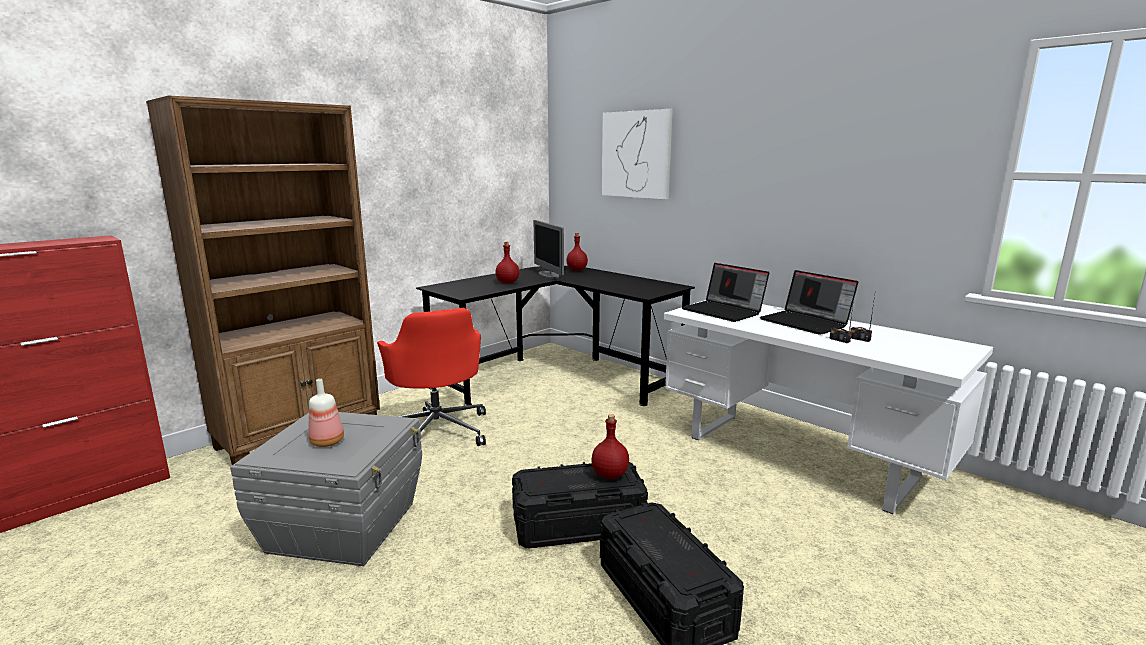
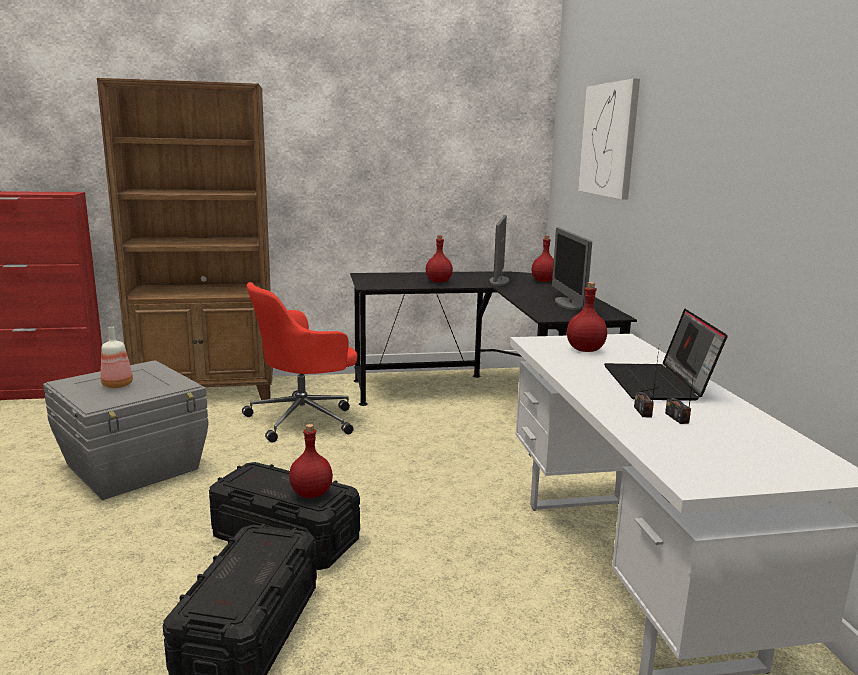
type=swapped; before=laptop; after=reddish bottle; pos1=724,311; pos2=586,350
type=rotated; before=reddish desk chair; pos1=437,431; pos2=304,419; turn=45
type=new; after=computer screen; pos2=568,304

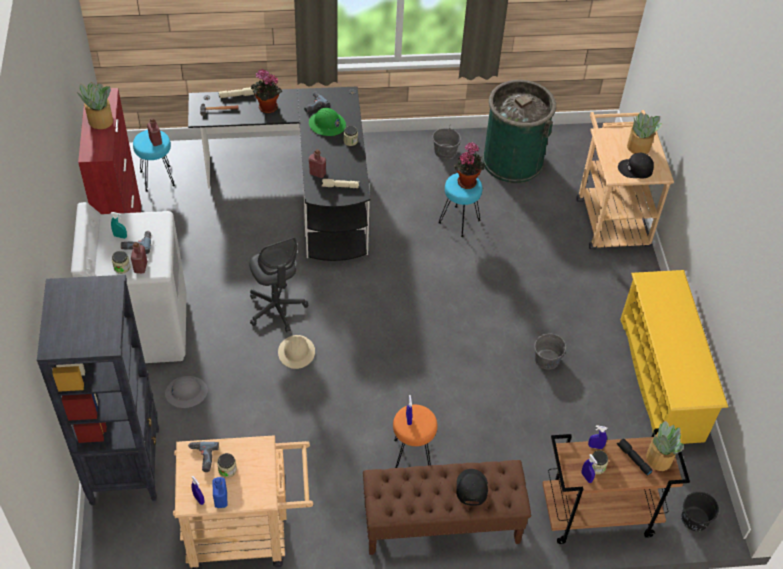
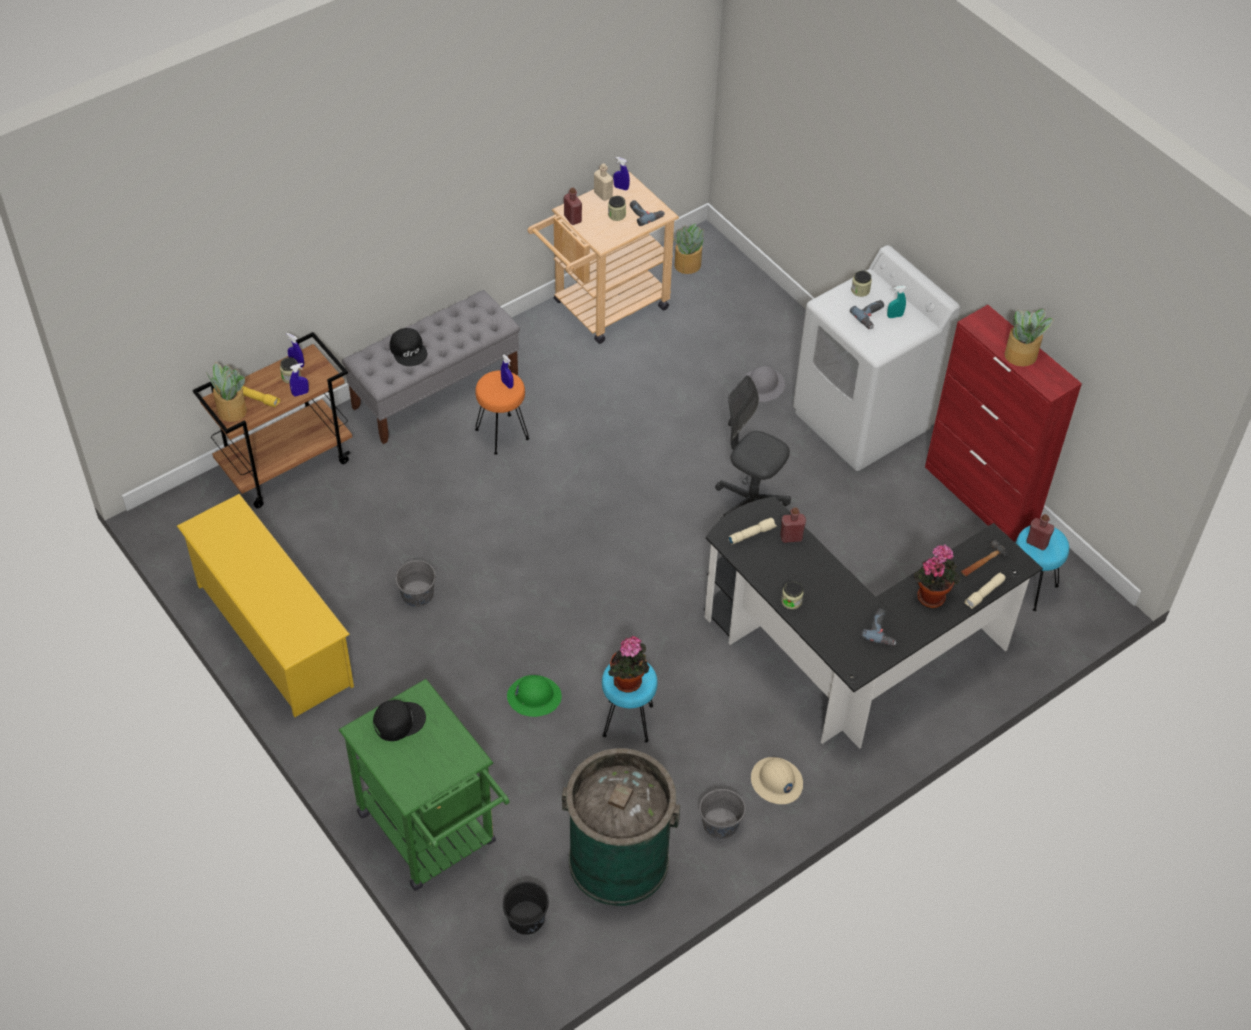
type=shifted; before=green-coloured hard hat; pos1=327,125; pos2=534,696
type=repainted; before=sand-coloured wheeled cart; after=green-coloured wheeled cart; pos1=610,216; pos2=433,836
type=shifted; before=houseplant; pos1=639,147; pos2=687,265
type=shifted; before=reddish bottle; pos1=140,267; pos2=572,219
type=gone; before=blackish shelving unit; pos1=126,465
type=shifted; before=sand-coloured hard hat; pos1=296,352; pos2=776,782
type=repainted; before=blackish flashlight; after=yellow flashlight; pos1=633,459; pos2=258,398
type=repainted; before=brown-coloured bench; after=gray bench; pos1=441,524; pos2=436,390
type=repainted; before=bluish bottle; after=sand-coloured bottle; pos1=221,499; pos2=603,195
type=shifted; before=blackish bucket; pos1=694,519; pos2=526,918

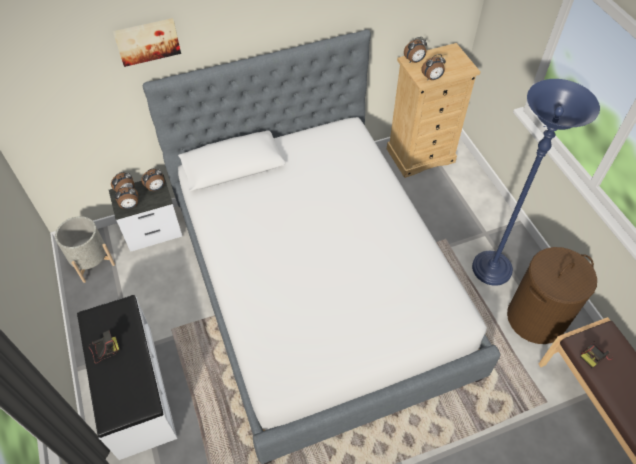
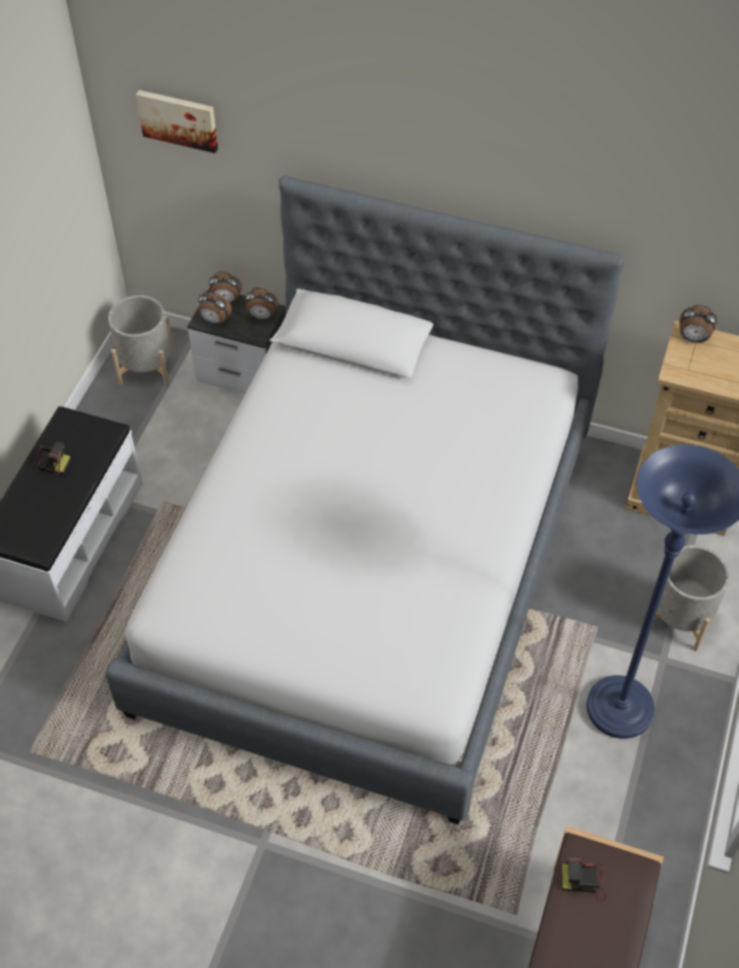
type=shifted; before=wall picture; pos1=147,41; pos2=178,119
type=gone; before=bedside clock; pos1=432,78
type=gone; before=brown-coloured laundry basket; pos1=536,318
type=new; after=gray plant pot; pos2=680,617

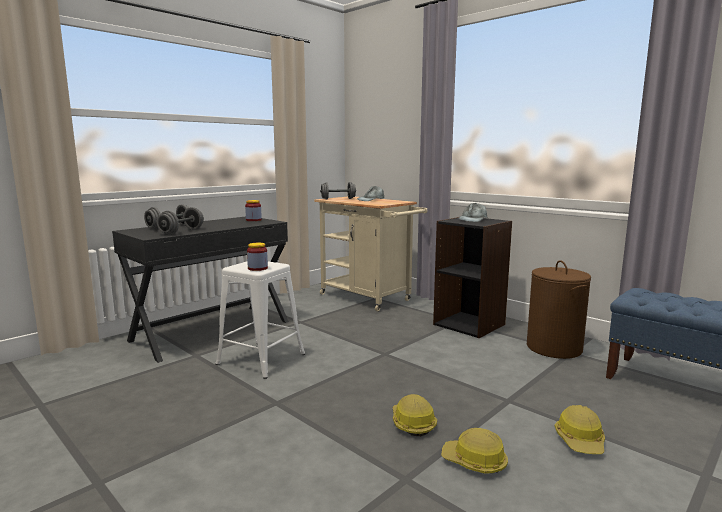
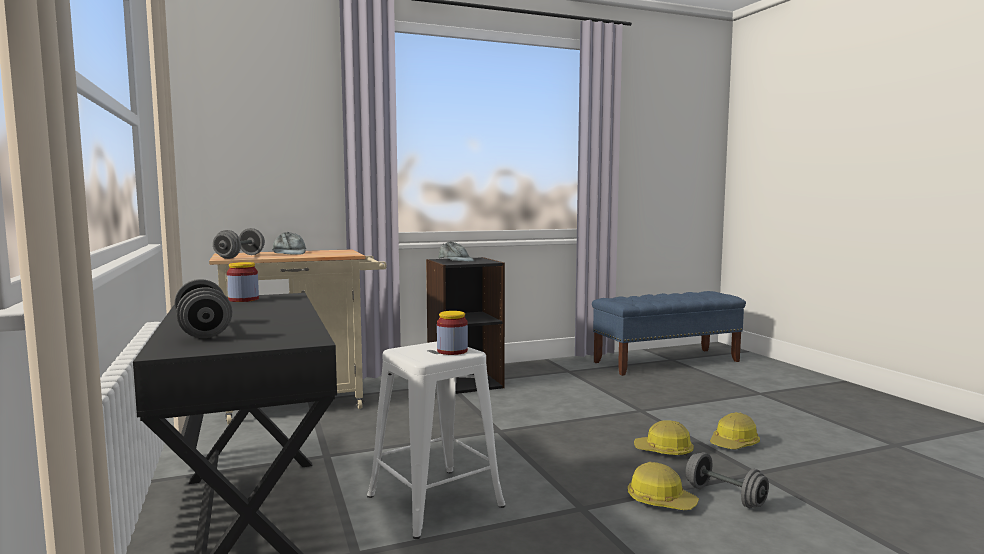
type=shifted; before=gray free weight; pos1=181,232; pos2=725,496
type=gone; before=brown-coloured laundry basket; pos1=554,348
type=shifted; before=hard hat; pos1=580,440; pos2=660,501

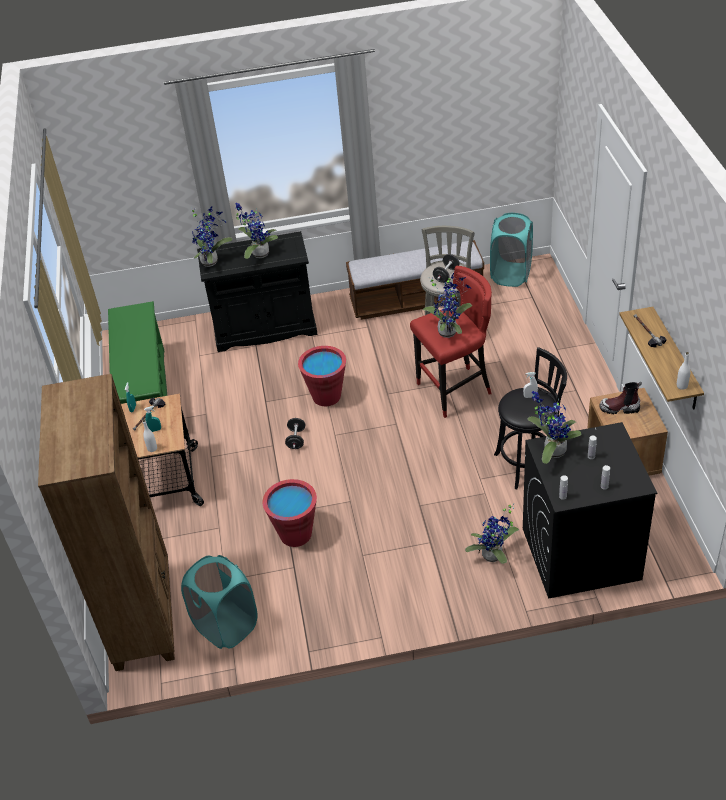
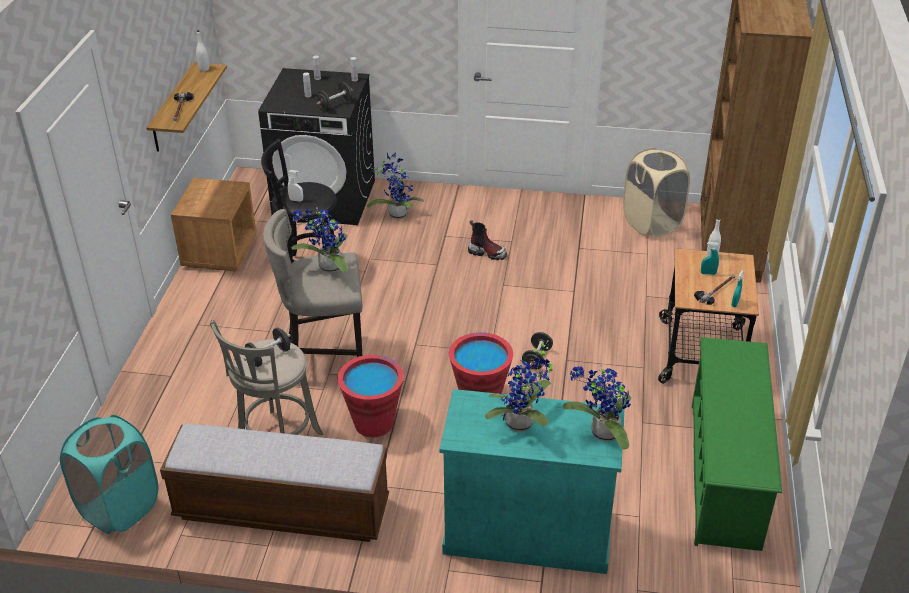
type=repainted; before=blackish storage cabinet; after=turquoise storage cabinet; pos1=265,328; pos2=528,533
type=repainted; before=reddish stool; after=gray stool; pos1=455,390; pos2=325,361
type=shifted; before=boot; pos1=619,408; pos2=487,253
type=swapped; before=houseplant; after=blackish free weight; pos1=552,450; pos2=335,105
type=shifted; before=reddish bucket; pos1=295,534; pos2=373,423
type=repainted; before=turquoise laundry basket; after=sand-coloured laundry basket; pos1=226,626; pos2=652,223

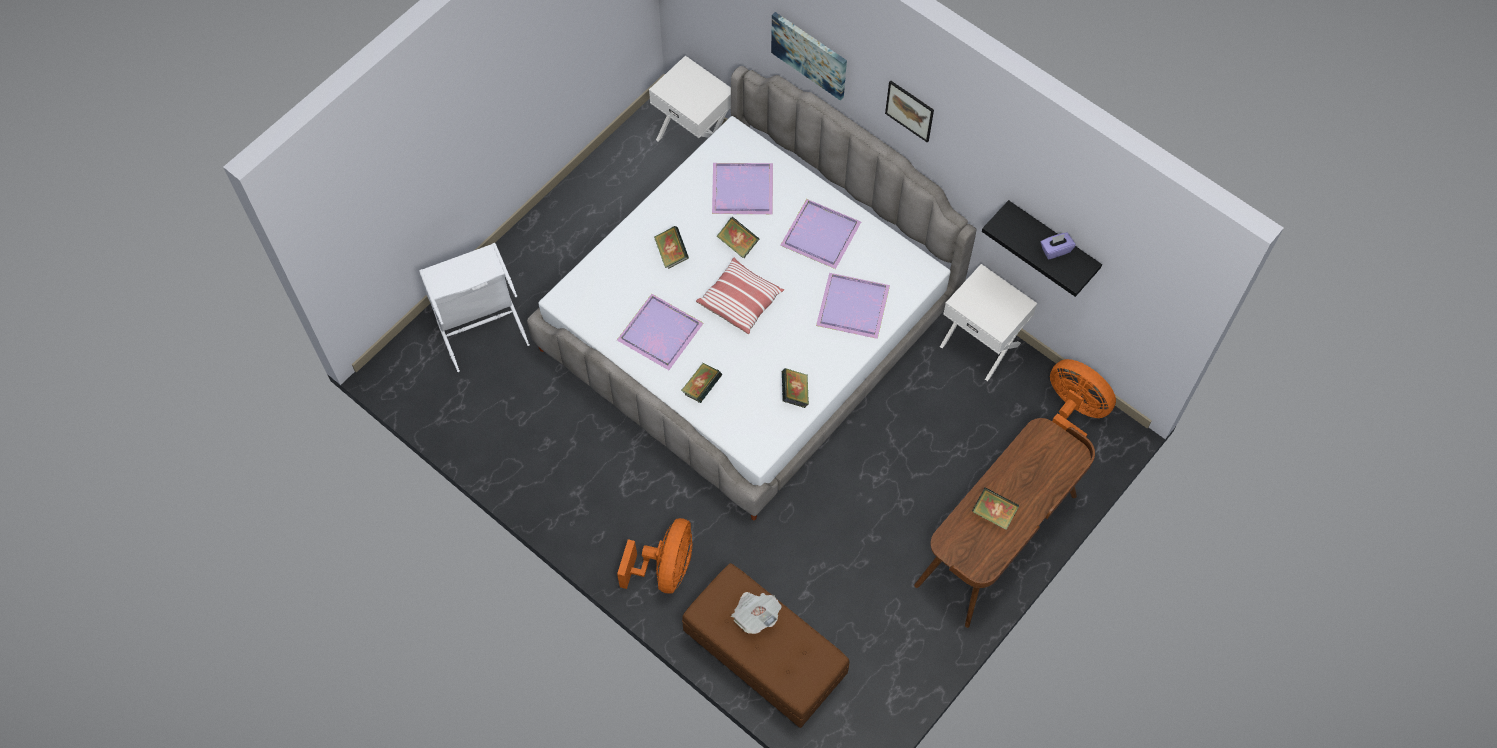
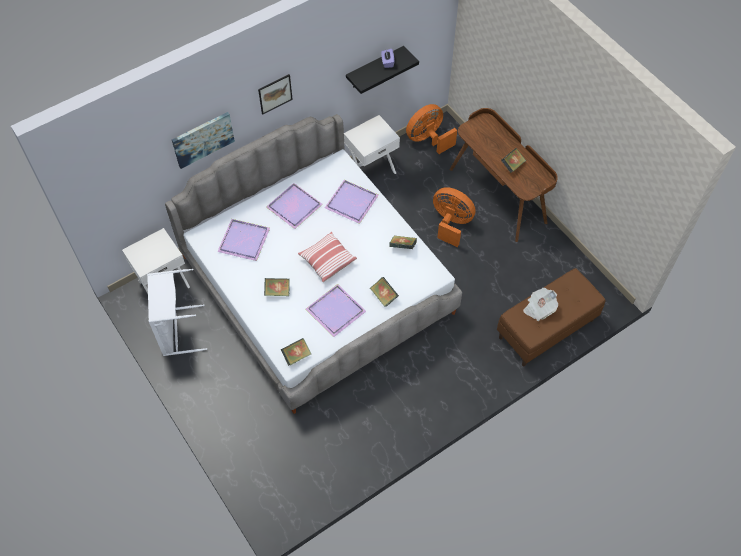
type=shifted; before=book; pos1=738,244; pos2=296,355
type=shifted; before=white-coloured laundry basket; pos1=480,325; pos2=177,331
type=shifted; before=orange-coloured fan; pos1=665,569; pos2=451,223

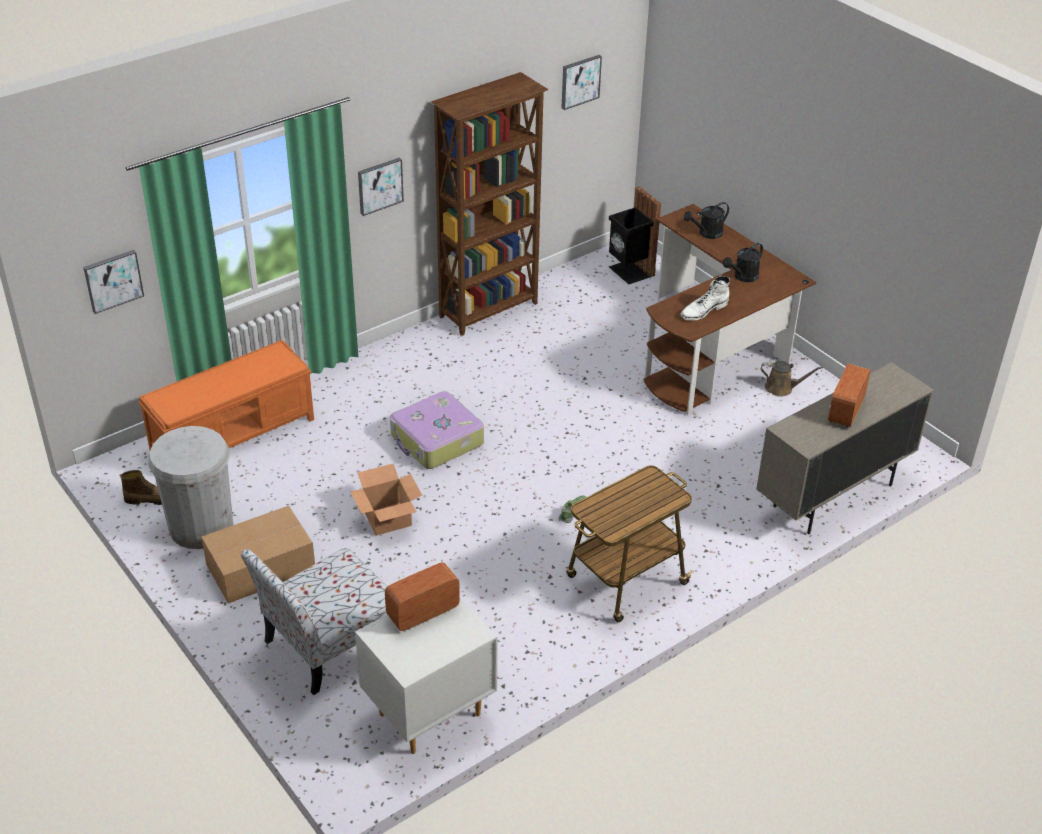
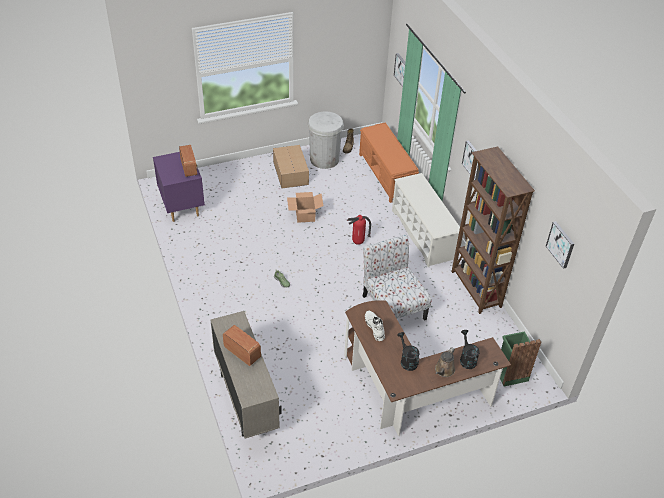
type=repainted; before=blackish waste bin; after=green-coloured waste bin; pos1=629,272; pos2=510,373
type=shifted; before=brown-coloured watering pot; pos1=781,388; pos2=444,371
type=swapped; before=travel case; after=fire extinguisher; pos1=436,440; pos2=358,243
type=gone; before=wheeled cart; pos1=625,581
type=shifted; before=chair; pos1=329,644; pos2=393,306
type=repainted; before=white-coloured night table; after=purple-coloured night table; pos1=429,714; pos2=182,207
type=new; after=white-coloured shoe stand; pos2=422,234

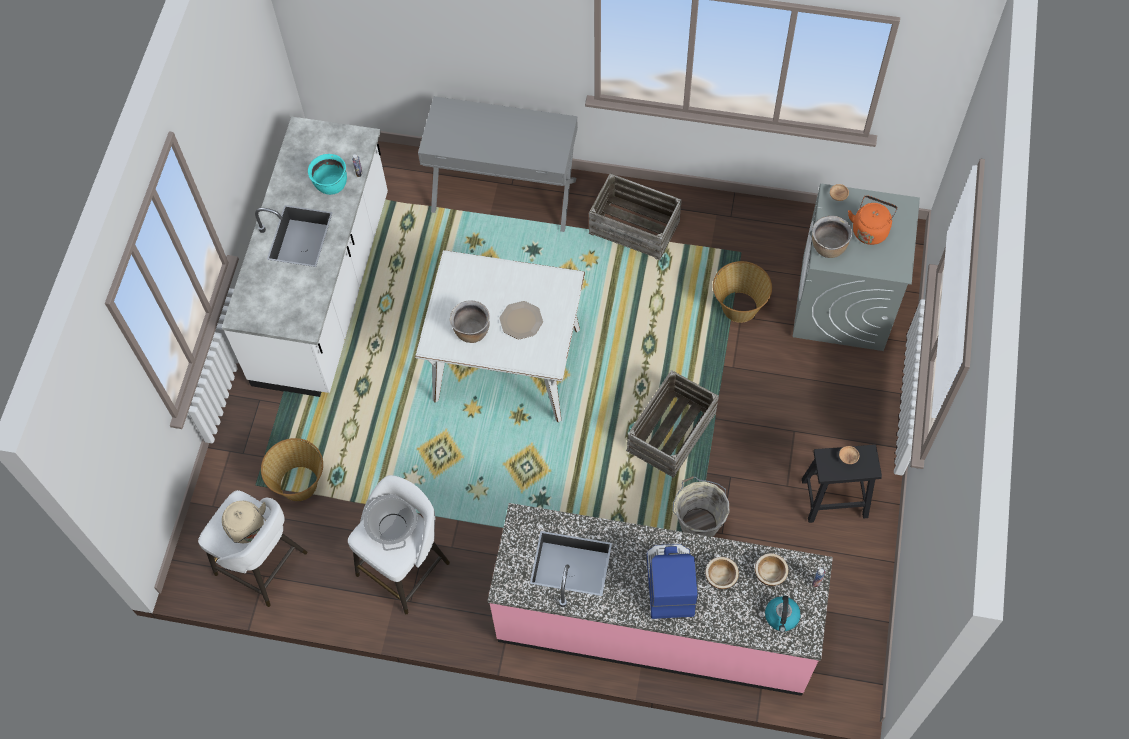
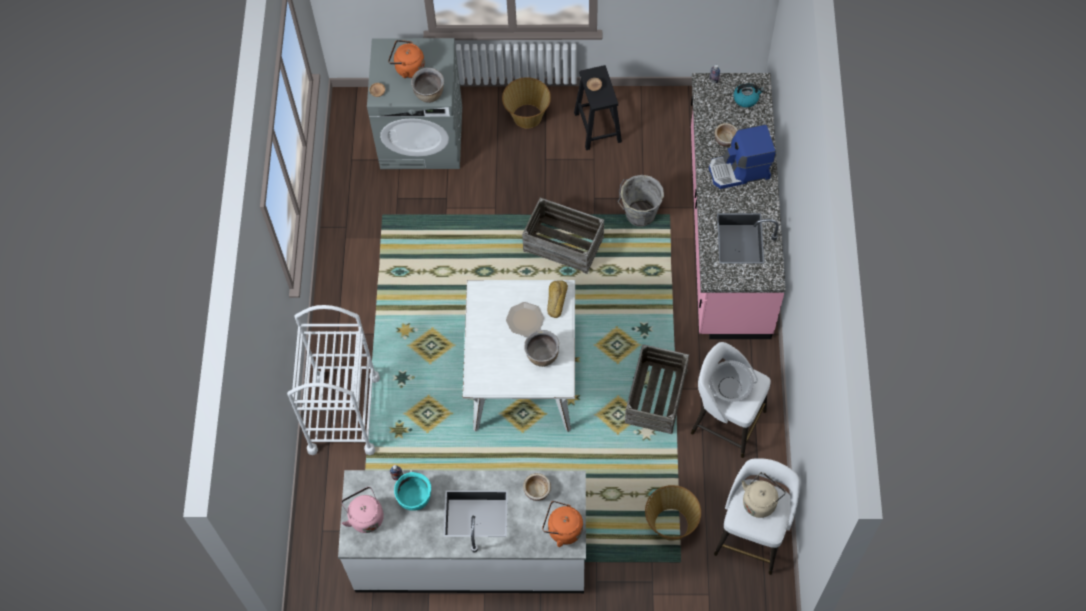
type=swapped; before=gray desk table; after=white-coloured wheeled cart; pos1=504,194; pos2=343,414
type=shifted; before=shipping crate; pos1=634,226; pos2=655,396
type=shifted; before=storage basket; pos1=738,307; pos2=527,117
type=shifted; before=serving bowl; pos1=770,573; pos2=537,490
type=new; after=baked bread; pos2=556,300
type=new; after=pinkish kettle; pos2=365,516
type=new; after=orange-coloured kettle; pos2=562,529

